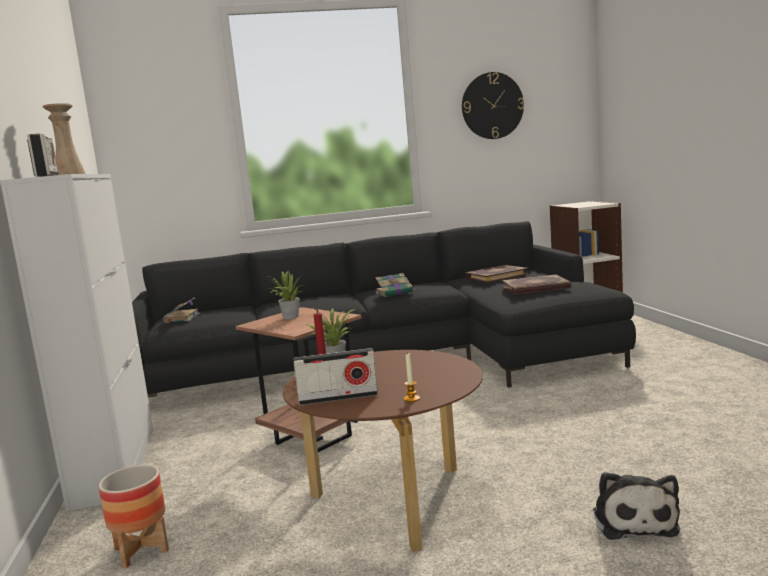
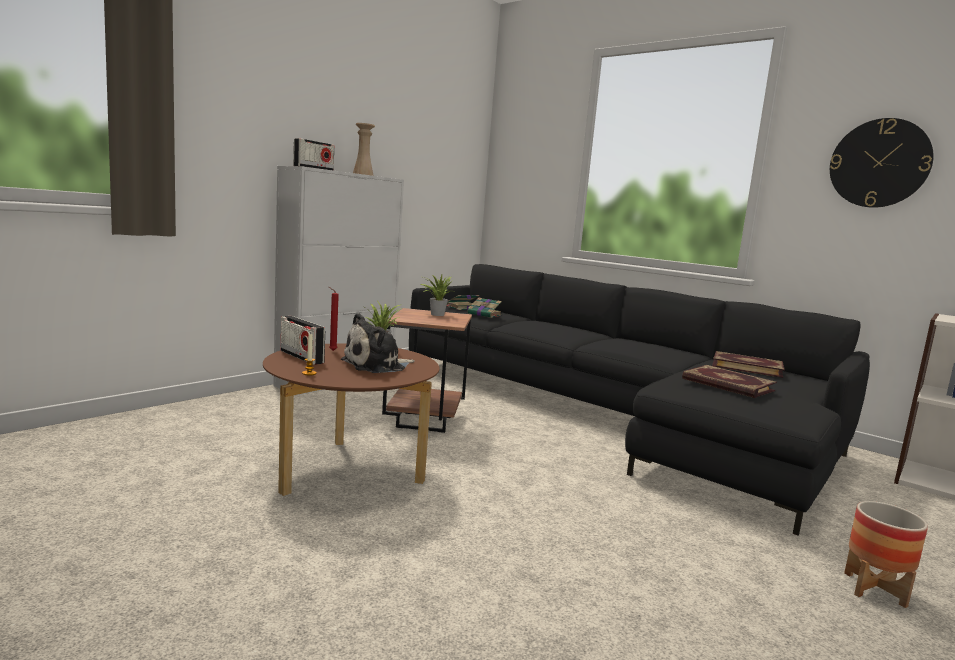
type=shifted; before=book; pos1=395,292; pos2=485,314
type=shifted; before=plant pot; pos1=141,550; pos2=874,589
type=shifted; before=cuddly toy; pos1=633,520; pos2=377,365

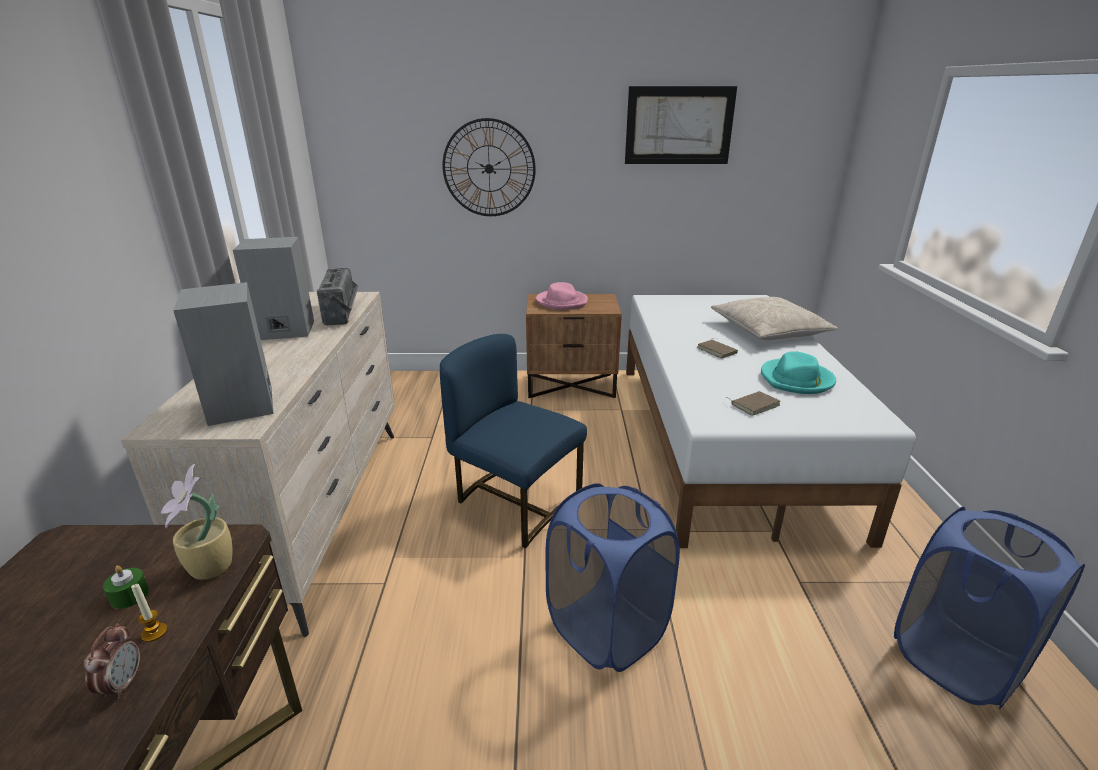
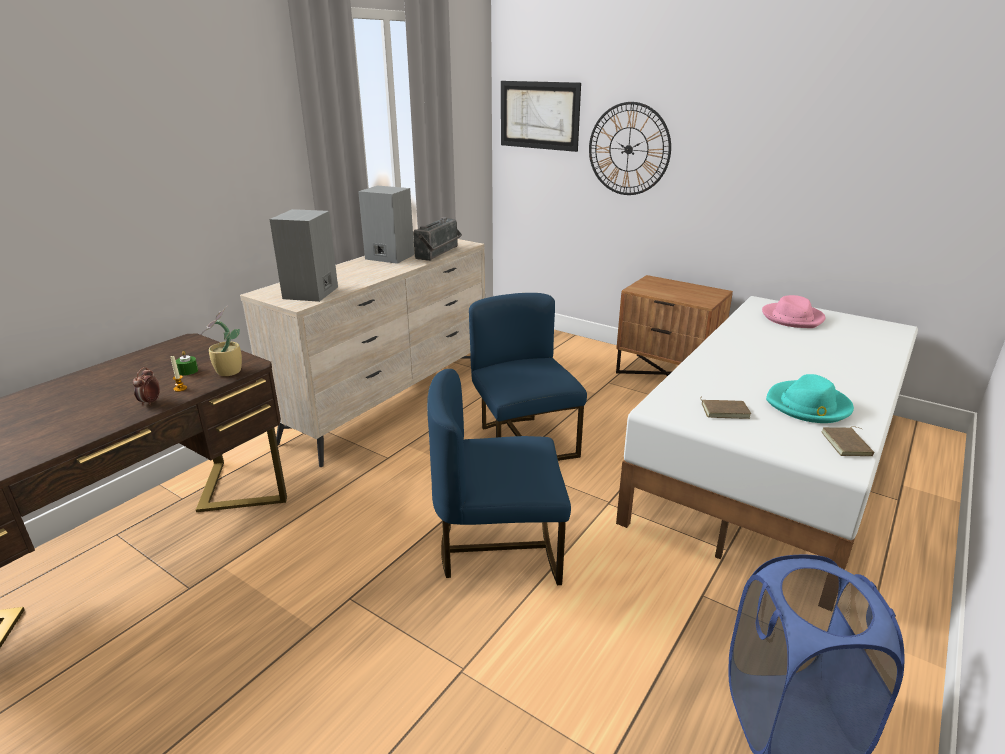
type=shifted; before=wall picture; pos1=679,126; pos2=539,115
type=shifted; before=pinkish clothing hat; pos1=562,302; pos2=792,318
type=gone; before=sand-coloured throw pillow; pos1=769,330
type=shifted; before=brown-coloured book; pos1=717,350; pos2=848,444
type=swapped; before=bluish laundry basket; after=bluish chair; pos1=606,629; pos2=499,548
type=rotated; before=bedside clock; pos1=123,684; pos2=150,402; turn=150

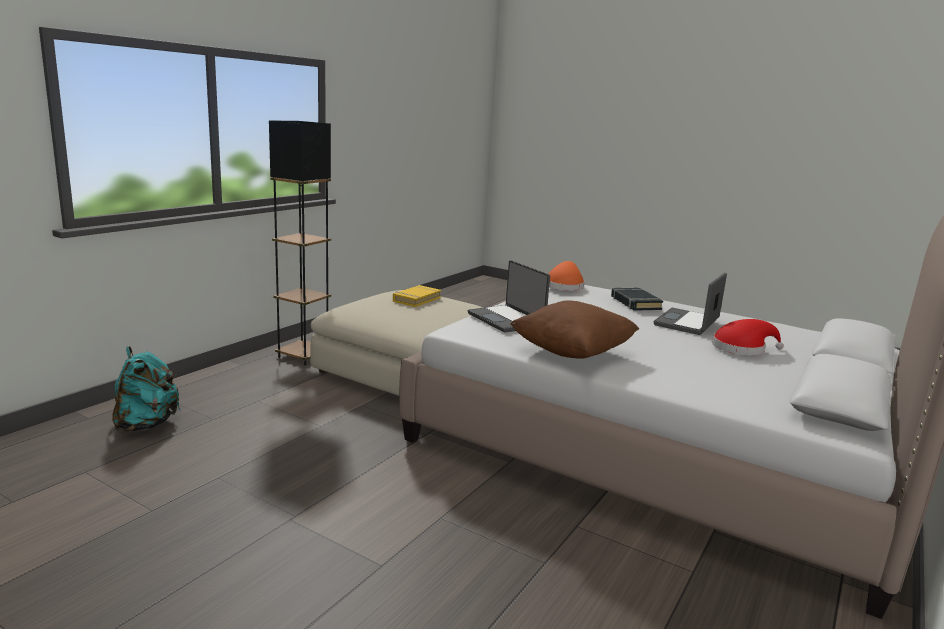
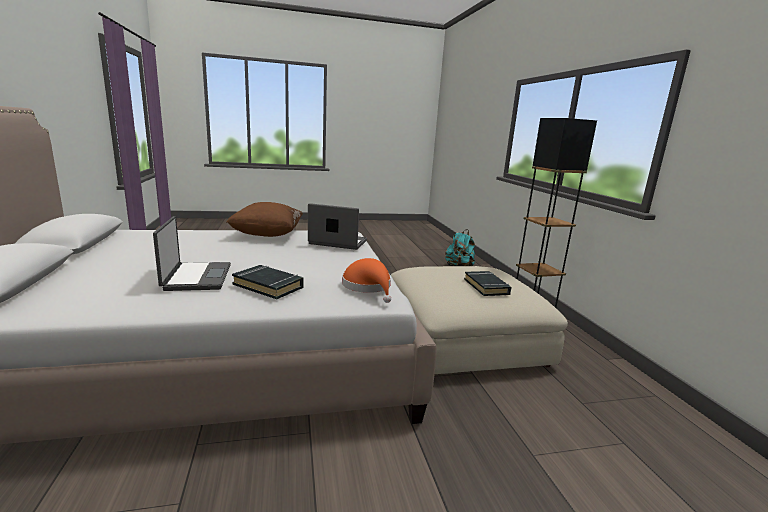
type=repainted; before=yellow book; after=blackish book; pos1=416,299; pos2=486,287
type=gone; before=reddish clothing hat; pos1=742,348

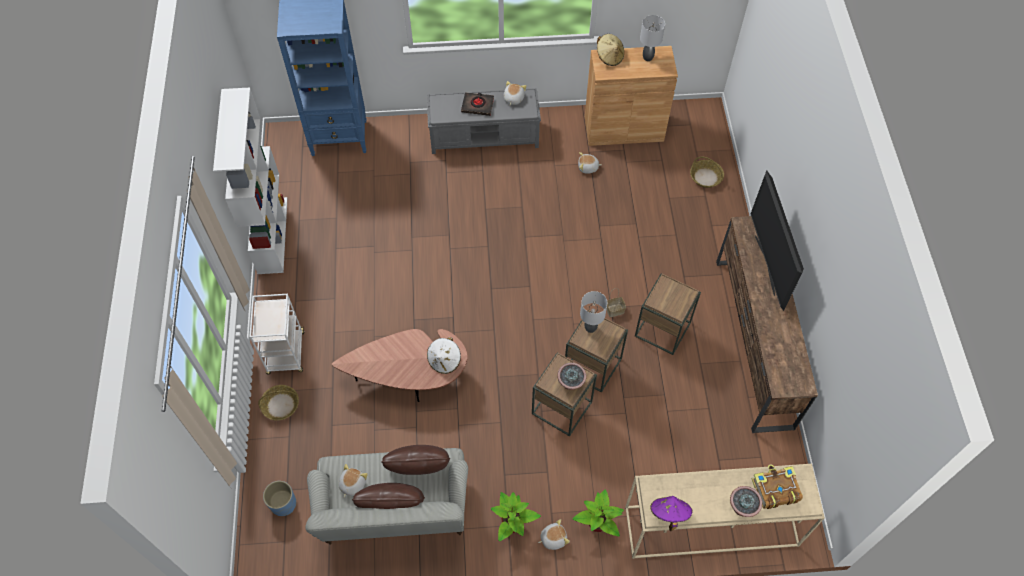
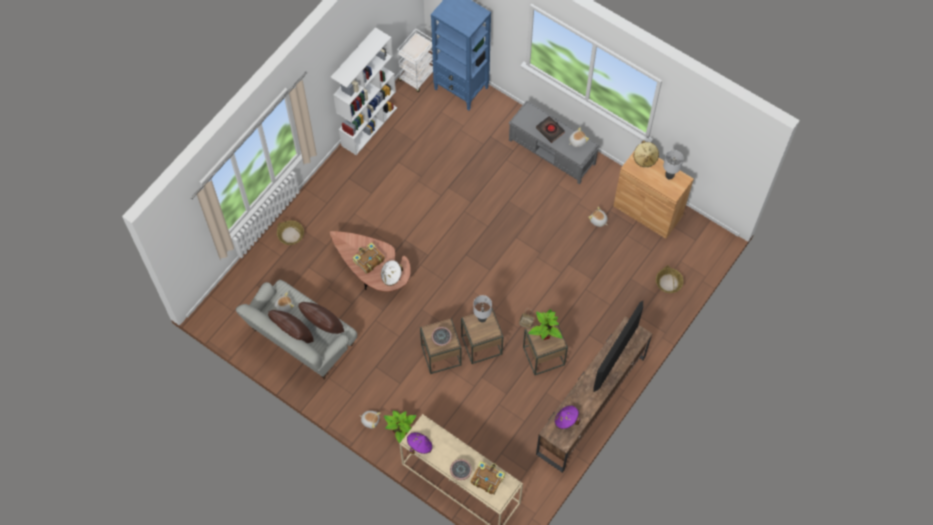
type=shifted; before=white-coloured wheeled cart; pos1=286,354; pos2=417,76
type=gone; before=bluish plant pot; pos1=283,504
type=shifted; before=houseplant; pos1=512,525; pos2=545,334
type=new; after=book; pos2=368,260
type=new; after=purple-coloured clothing hat; pos2=566,420

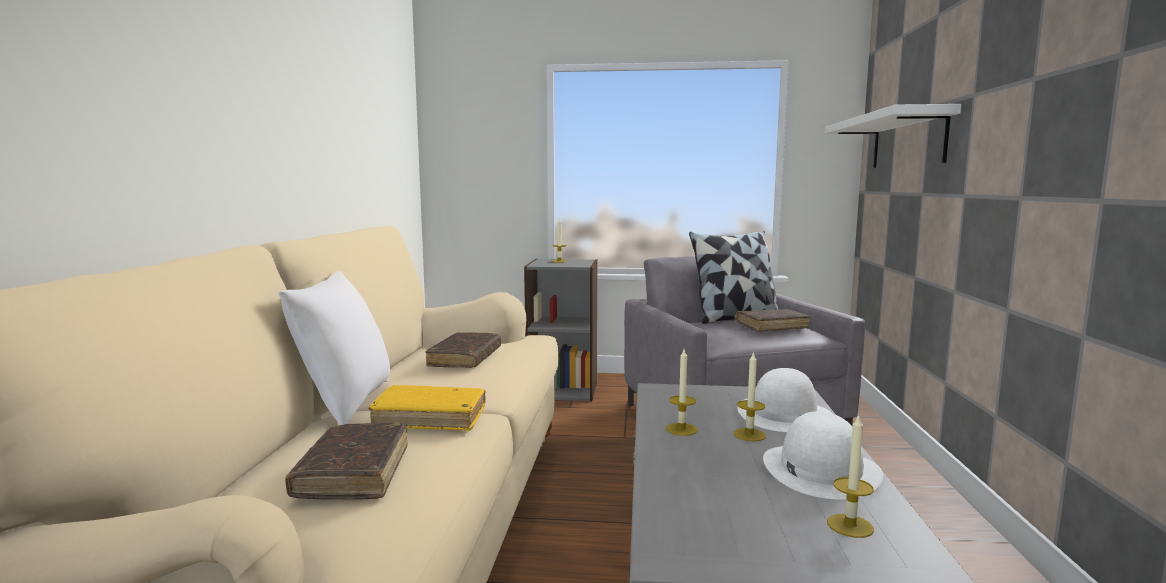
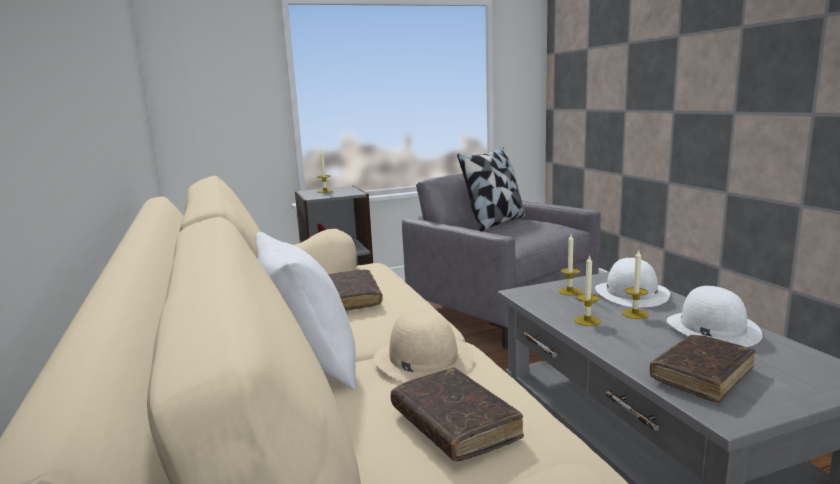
type=gone; before=white-coloured bracket shelf; pos1=907,141
type=shifted; before=brown-coloured book; pos1=771,327; pos2=702,375
type=swapped; before=yellow book; after=sand-coloured clothing hat; pos1=430,418; pos2=423,359
type=shifted; before=wax candle; pos1=850,526; pos2=569,291

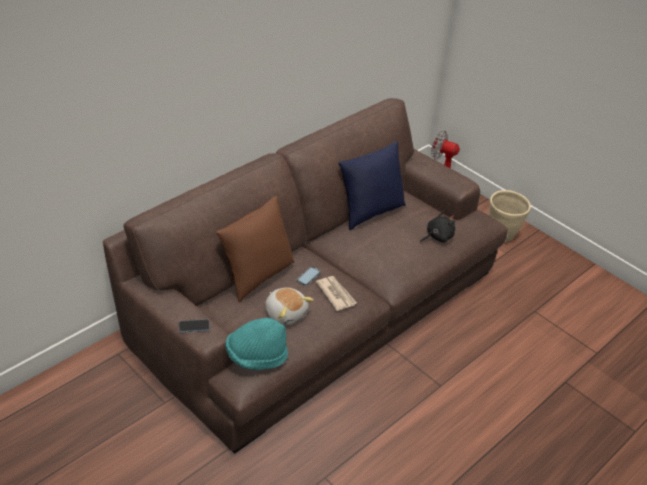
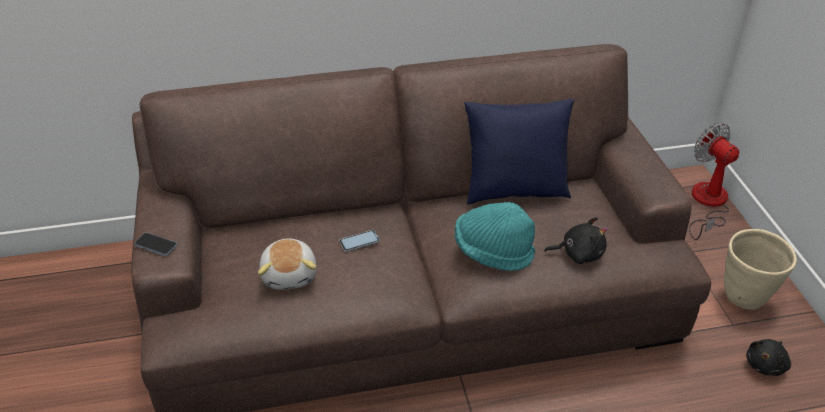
type=gone; before=brown-coloured throw pillow; pos1=257,276
type=gone; before=newspaper; pos1=335,294
type=shifted; before=turquoise clothing hat; pos1=256,356; pos2=493,252
type=new; after=blackish cuddly toy; pos2=766,365

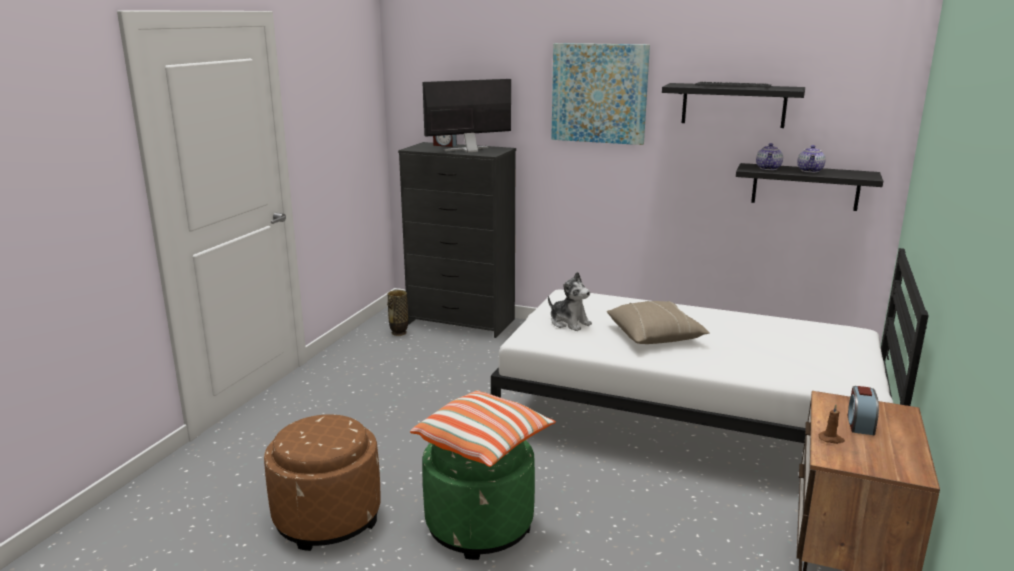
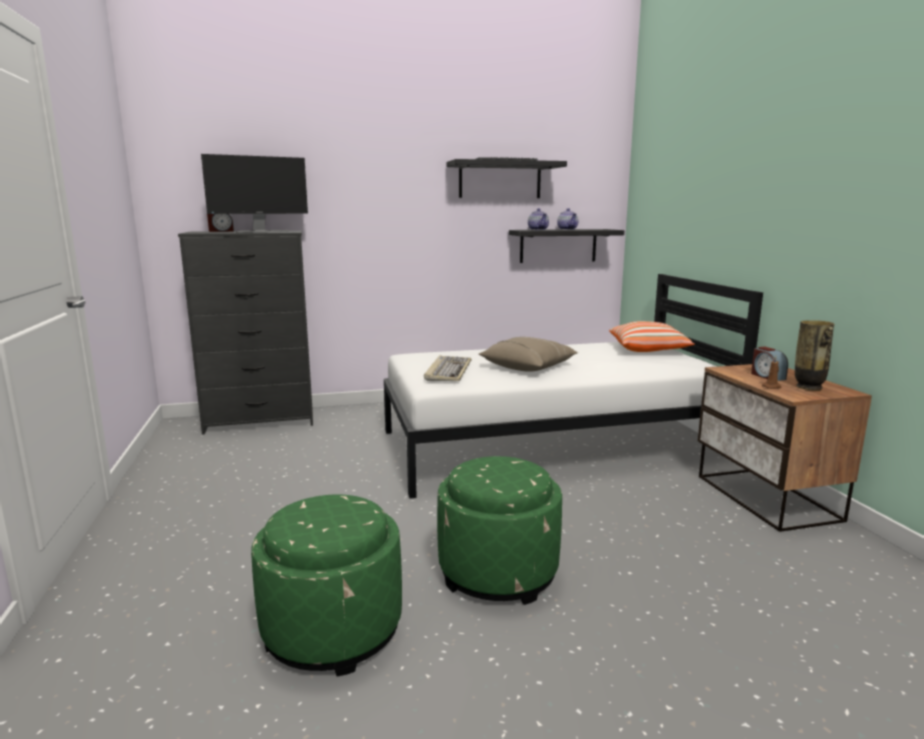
type=gone; before=wall picture; pos1=599,93
type=rotated; before=computer screen; pos1=469,150; pos2=260,231; turn=-150
type=swapped; before=cuddly toy; after=computer keyboard; pos1=569,323; pos2=448,371
type=shifted; before=vase; pos1=399,333; pos2=808,387
type=shifted; before=throw pillow; pos1=483,444; pos2=649,350
type=repainted; before=brown-coloured ottoman; after=green-coloured ottoman; pos1=327,517; pos2=332,630

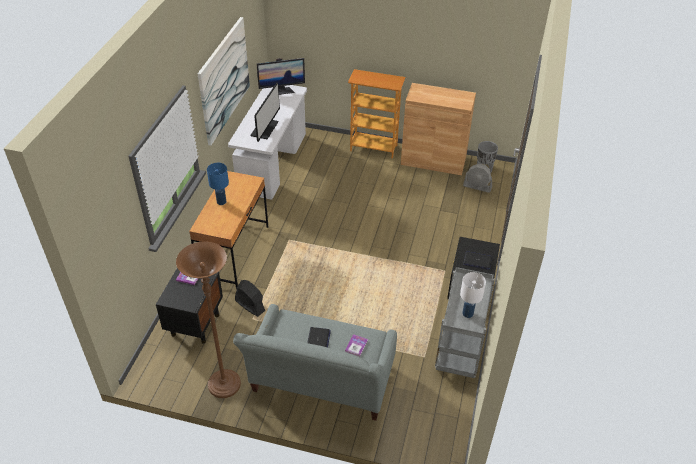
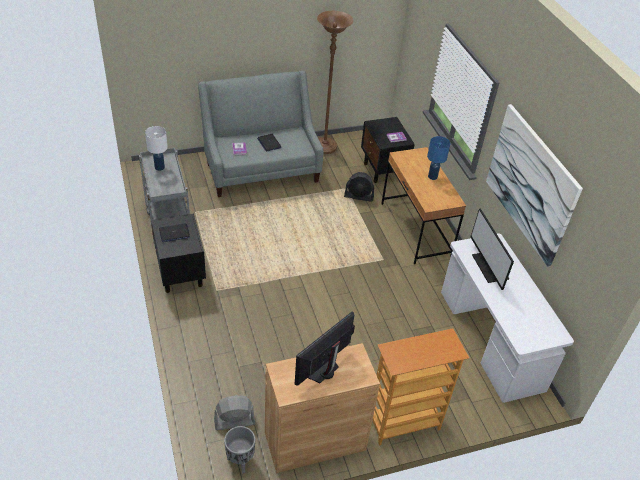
type=shifted; before=computer screen; pos1=282,91; pos2=324,371

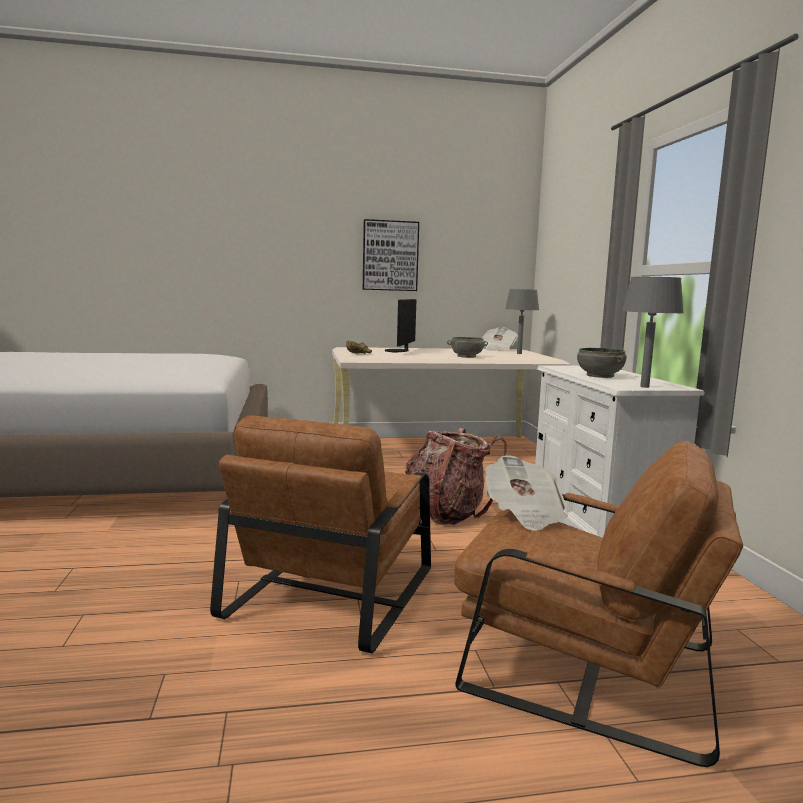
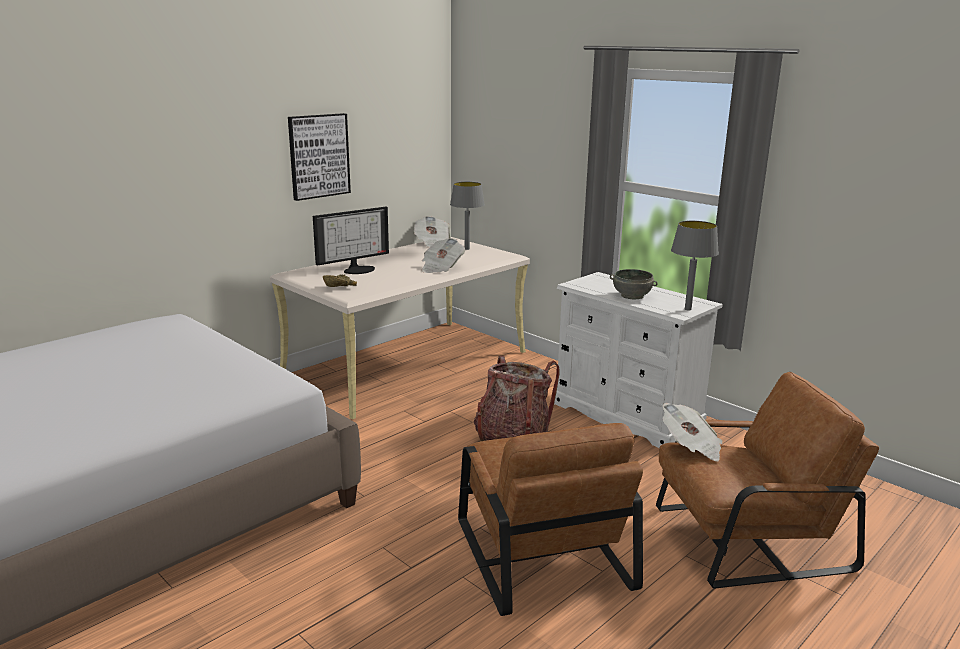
type=rotated; before=computer screen; pos1=398,351; pos2=358,269; turn=-105
type=swapped; before=gray serving bowl; after=newspaper; pos1=466,356; pos2=441,268

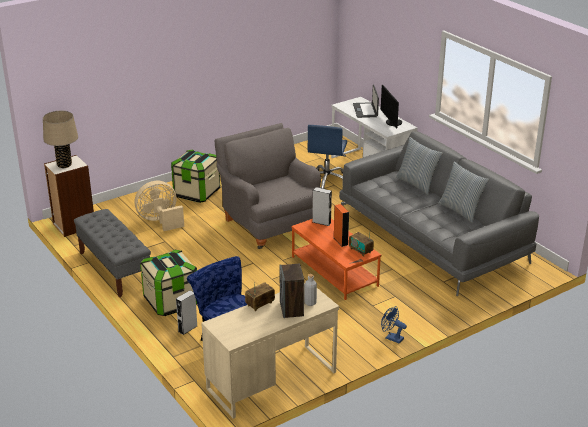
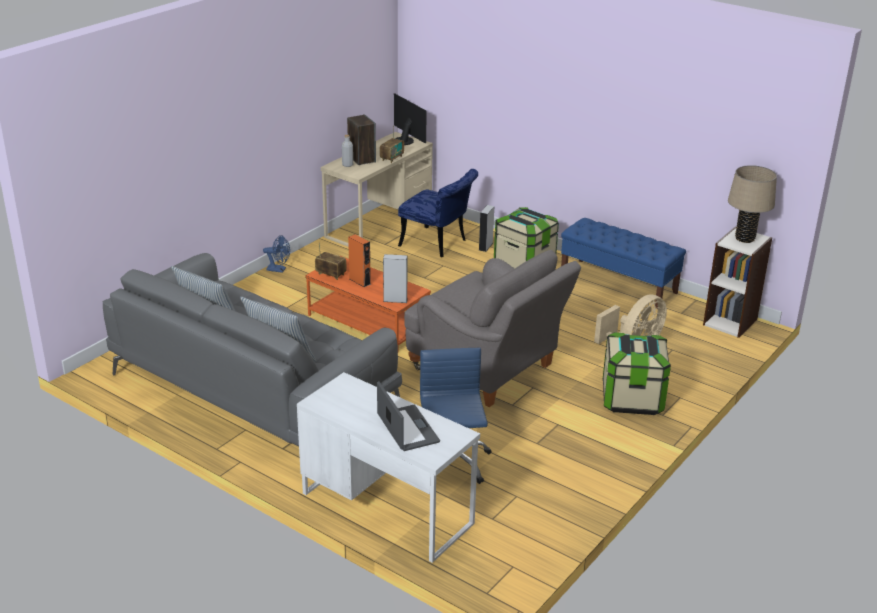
type=shifted; before=computer screen; pos1=392,123; pos2=405,140
type=repainted; before=gray bench; after=bluish bench; pos1=114,269; pos2=618,284

